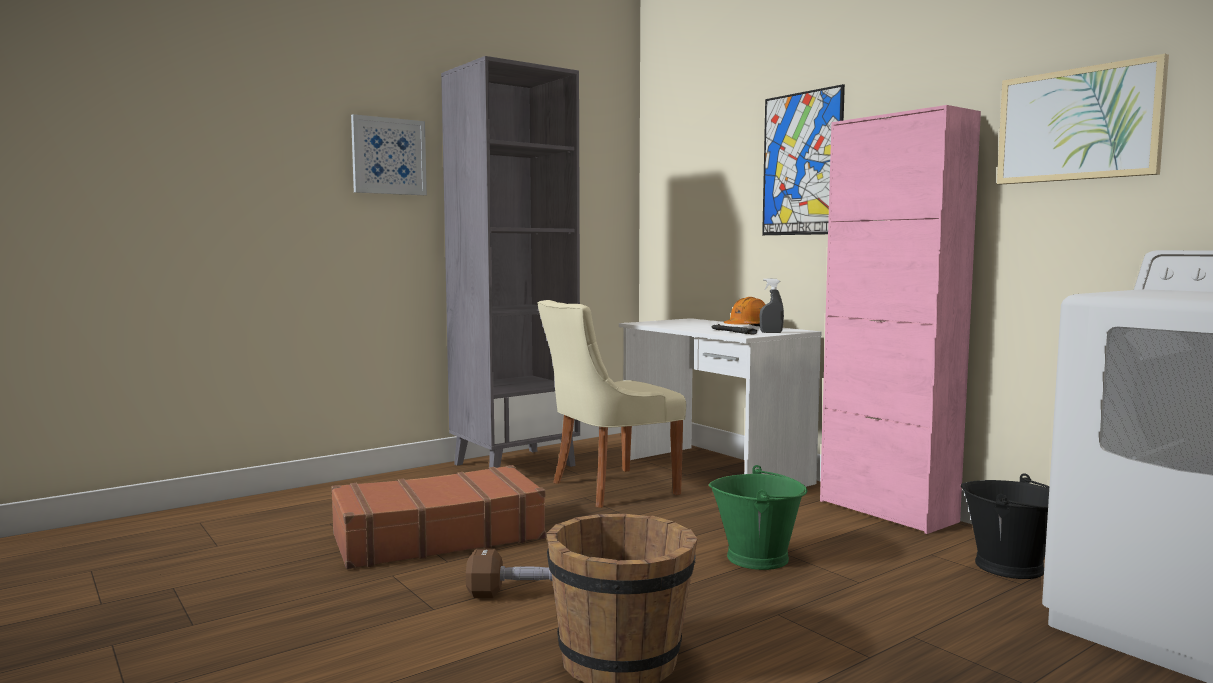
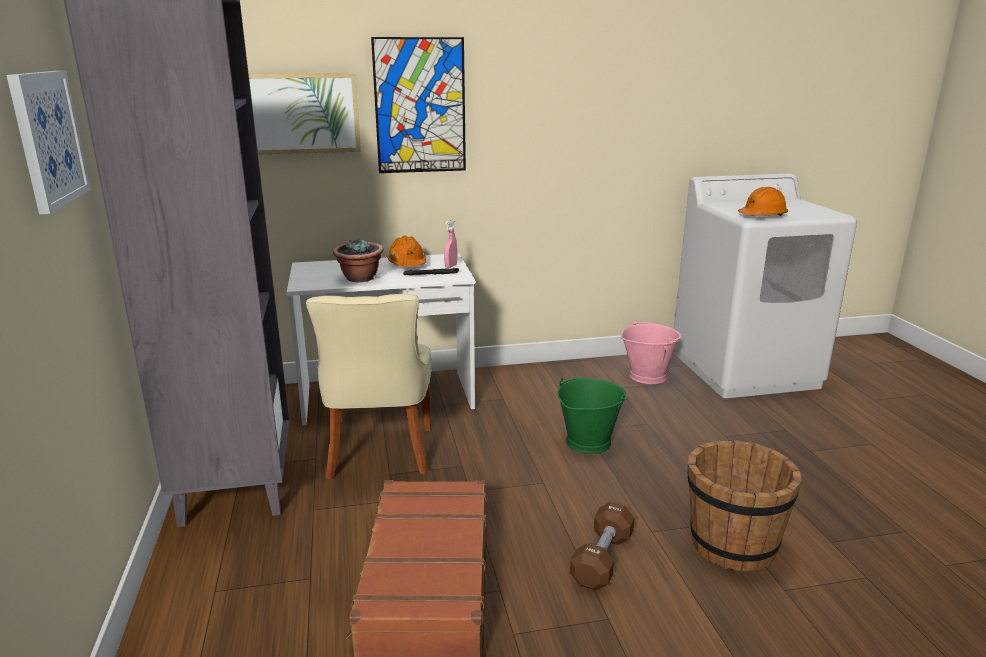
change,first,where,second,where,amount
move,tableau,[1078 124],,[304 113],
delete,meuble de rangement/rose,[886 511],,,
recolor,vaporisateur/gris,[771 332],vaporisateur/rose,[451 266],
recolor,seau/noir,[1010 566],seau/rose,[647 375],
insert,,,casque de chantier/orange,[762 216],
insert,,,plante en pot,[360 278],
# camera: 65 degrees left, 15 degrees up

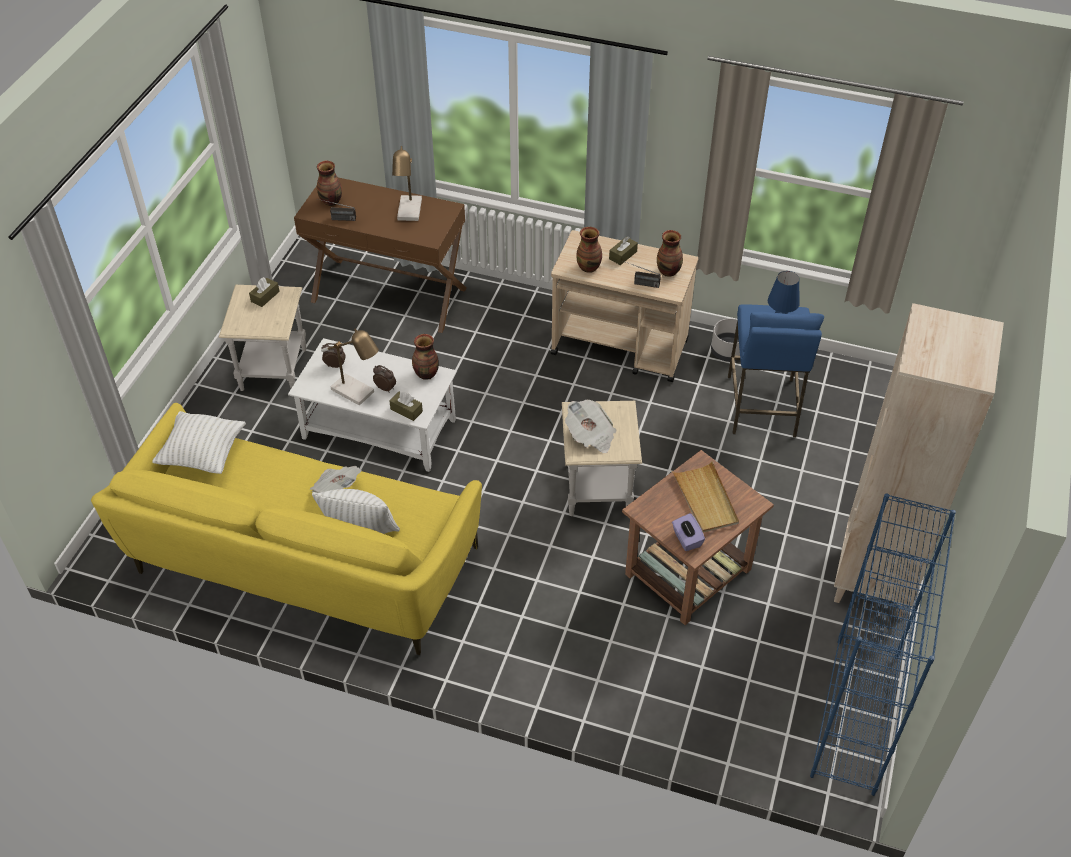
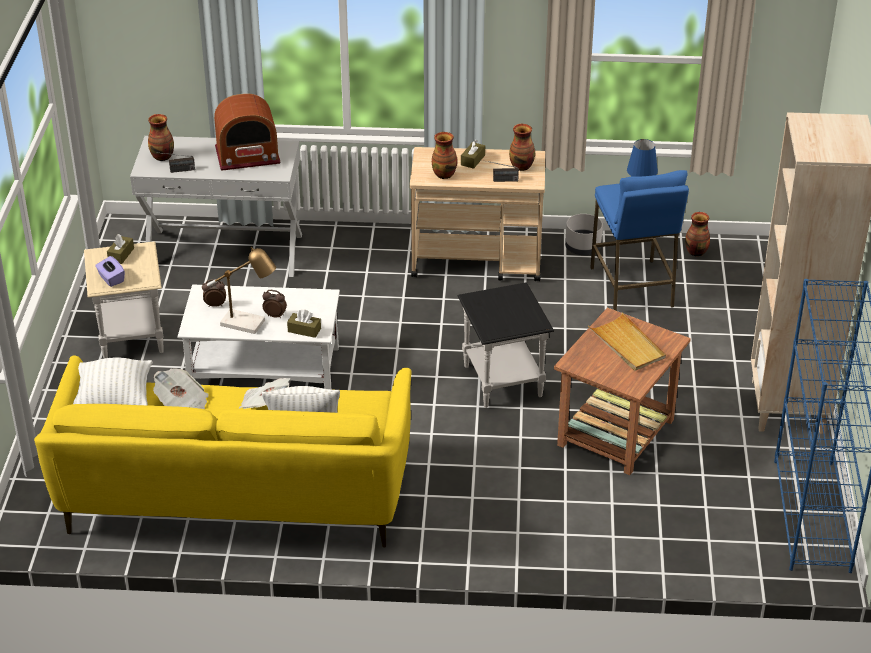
change,first,where,second,where,amount
replace,lampe de table,[410 213],radio,[247 155],
recolor,table console/marron,[389 294],table console/blanc,[225 252],
move,vase,[426 374],,[696 252],
move,journal,[590 436],,[183 404],
recolor,table d'appoint/beige,[598 489],table d'appoint/noir,[503 381],
move,boîte à mouchoirs/violet,[686 539],,[111 279],
# camera: 15 degrees left, 10 degrees down

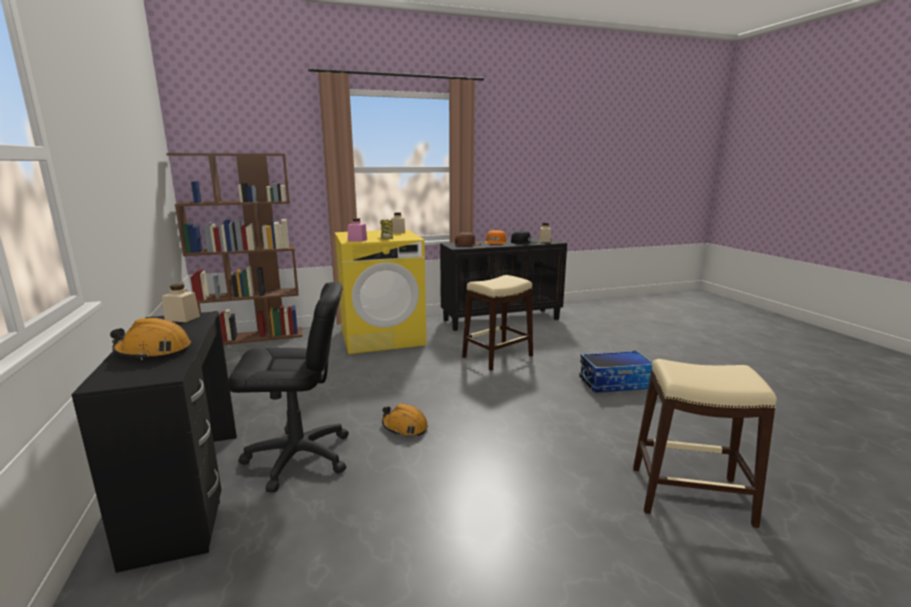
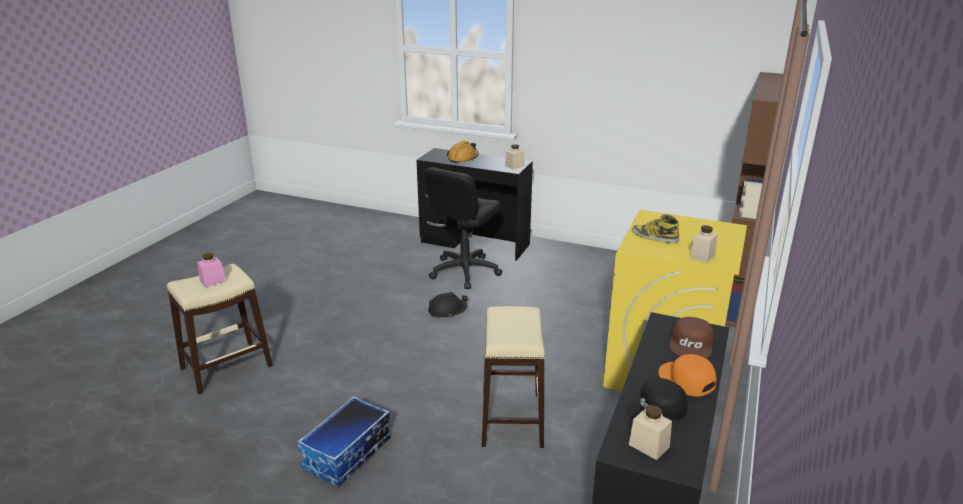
change,first,where,second,where,amount
move,bocal/rose,[357 240],,[212 281],
recolor,casque de chantier/orange,[405 427],casque de chantier/noir,[447 311],
# camera: 130 degrees right, 10 degrees up

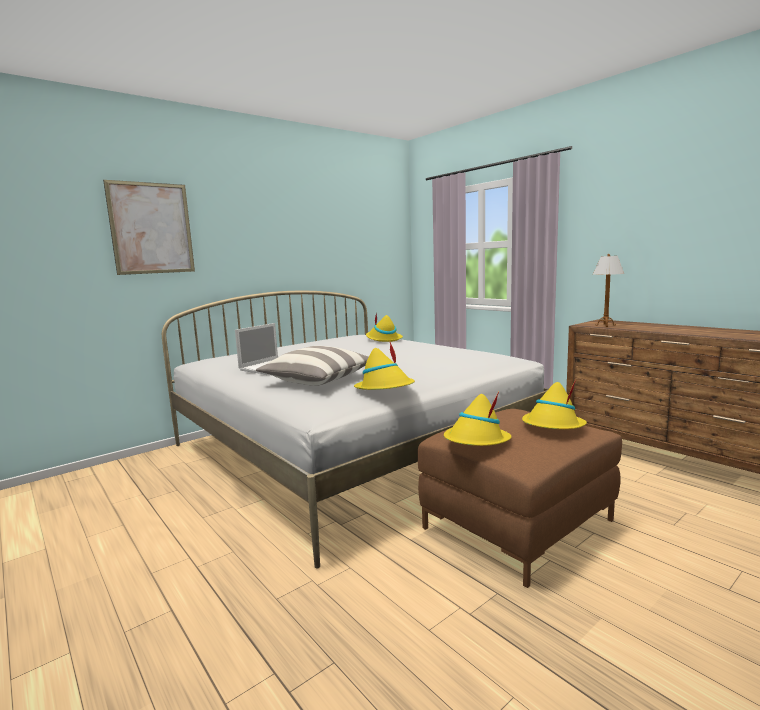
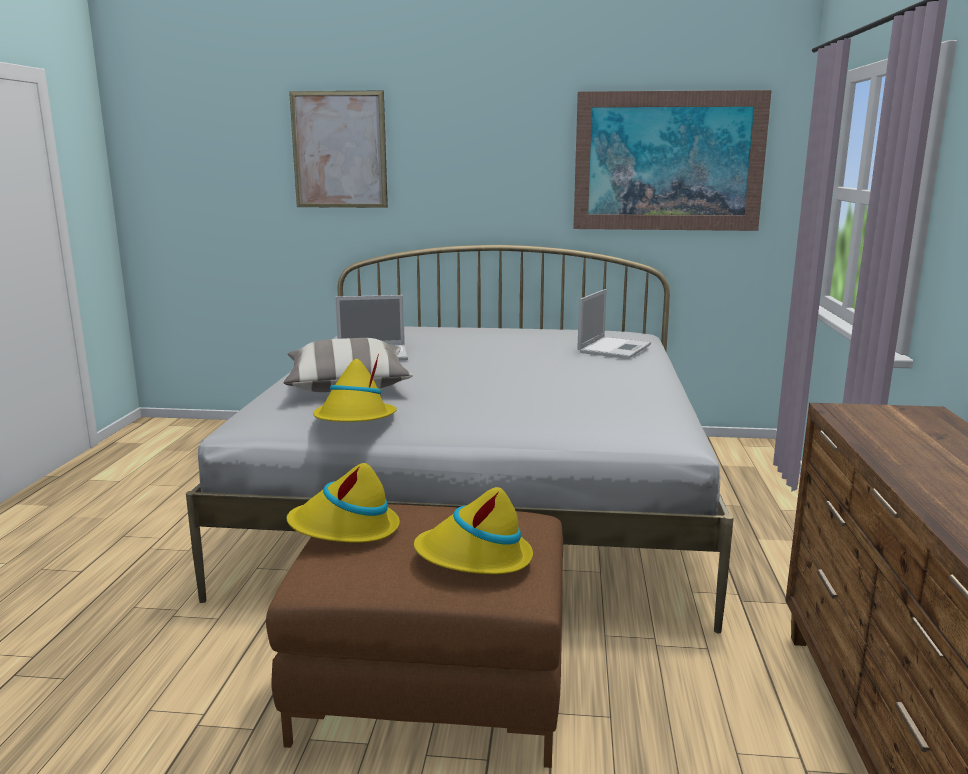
change,first,where,second,where,amount
delete,lampe de table,[605 325],,,
replace,chapeau/jaune,[383 339],ordinateur portable,[614 348],
insert,,,tableau,[668 161],
# camera: 45 degrees right, 5 degrees up

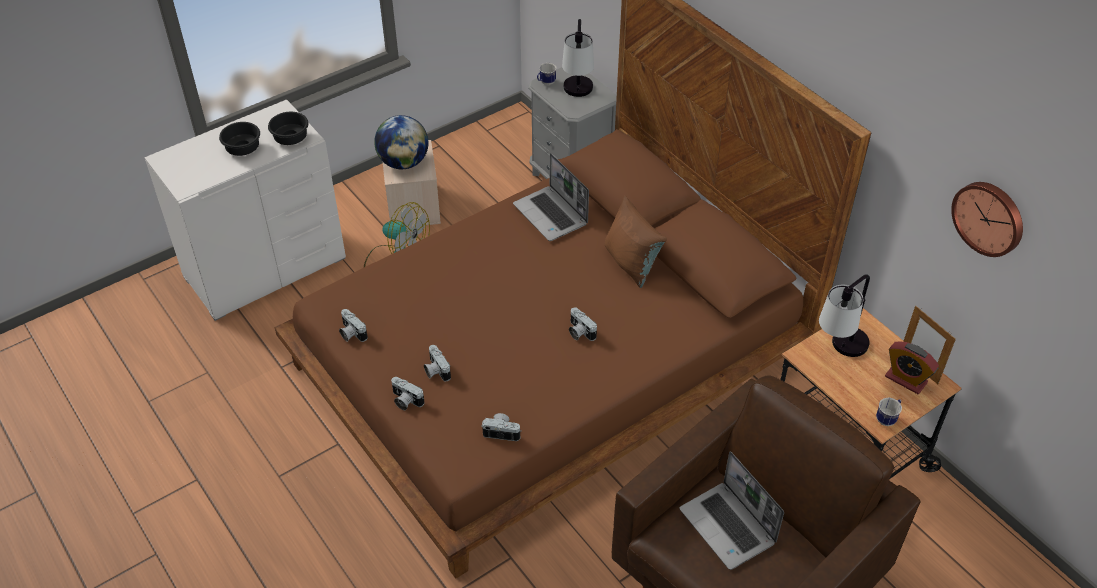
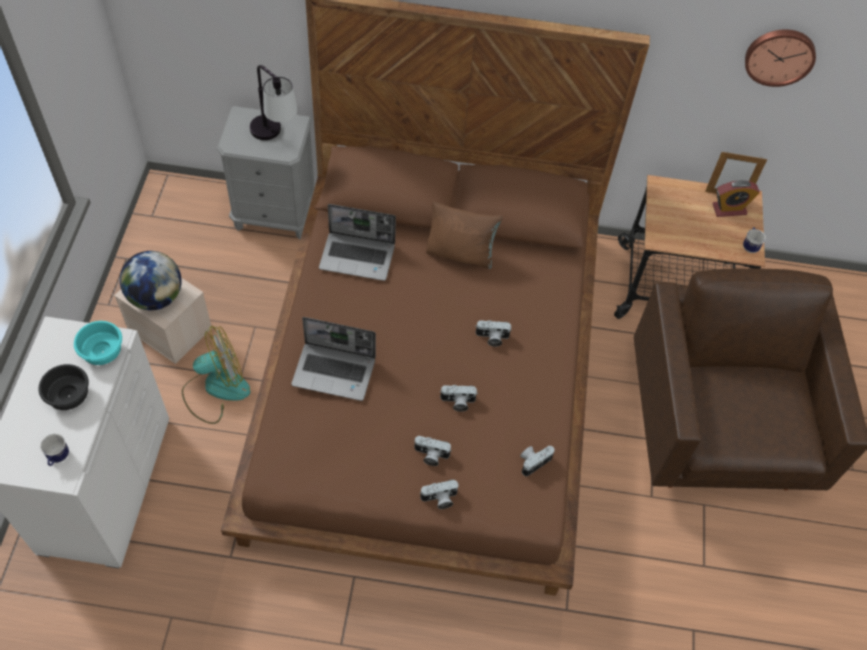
change,first,where,second,where,amount
move,mug,[545 83],,[58 458],
recolor,bol/noir,[292 138],bol/turquoise,[103 350],
delete,lampe de table,[839 353],,,
move,appareil photo,[351 333],,[457 402],
move,ordinateur portable,[729 527],,[335 372],
# camera: 50 degrees left, 10 degrees up

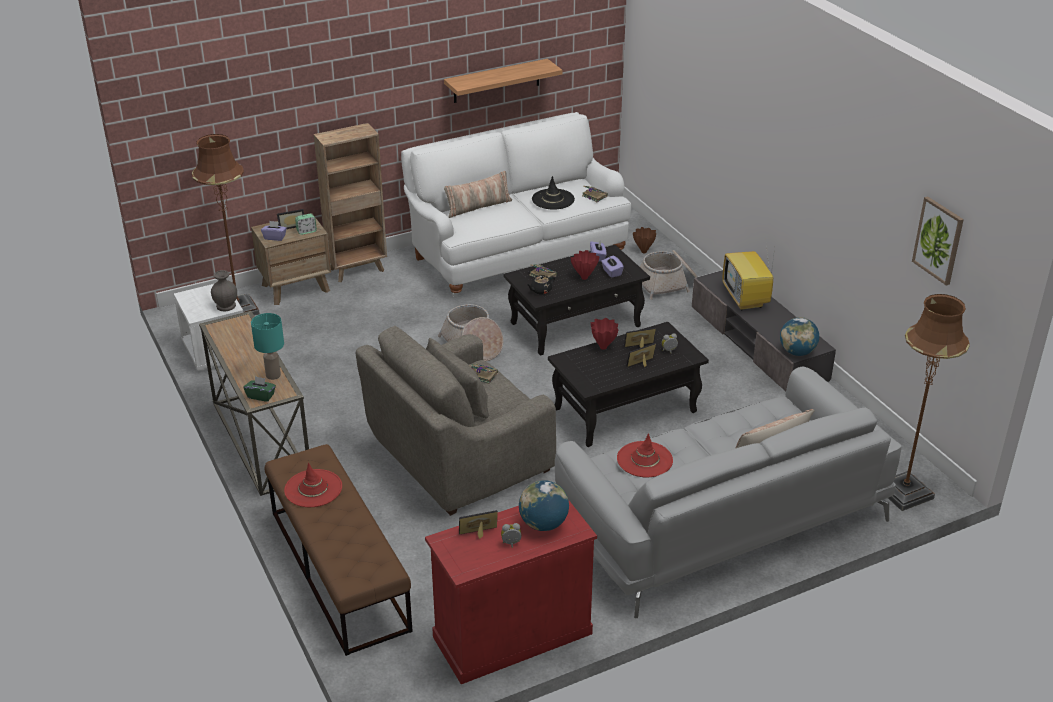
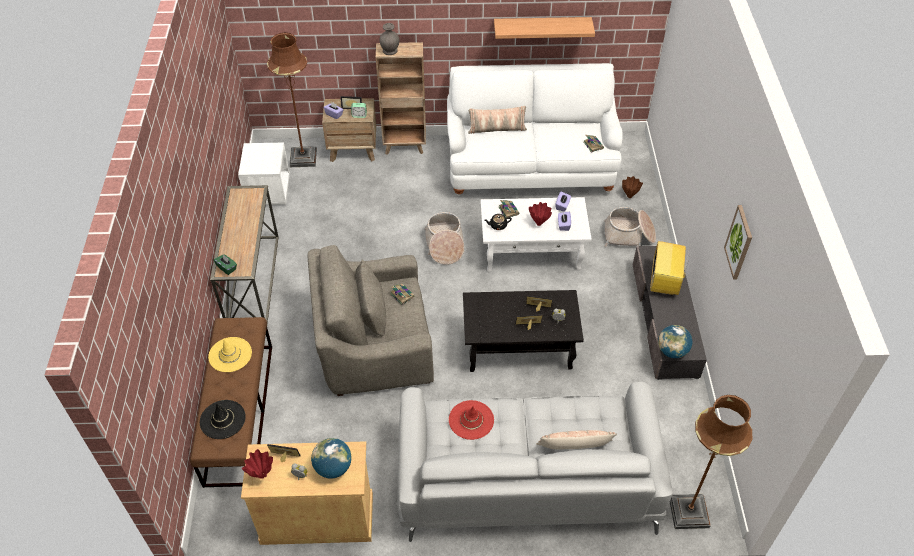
change,first,where,second,where,amount
move,chapeau/noir,[553 199],,[222 419],
move,tableau,[938 240],,[739 242],
recolor,table basse/noir,[576 324],table basse/blanc,[532 251],
move,vase/gris,[225 306],,[389 51],
delete,lampe de table/turquoise,[273 375],,,
move,vase/rouge,[603 347],,[262 475],
recolor,chapeau/rouge,[313 489],chapeau/jaune,[230 355],
recolor,meuble de rangement/rouge,[512 635],meuble de rangement/beige,[317 518],
# camera: 25 degrees right, 15 degrees up

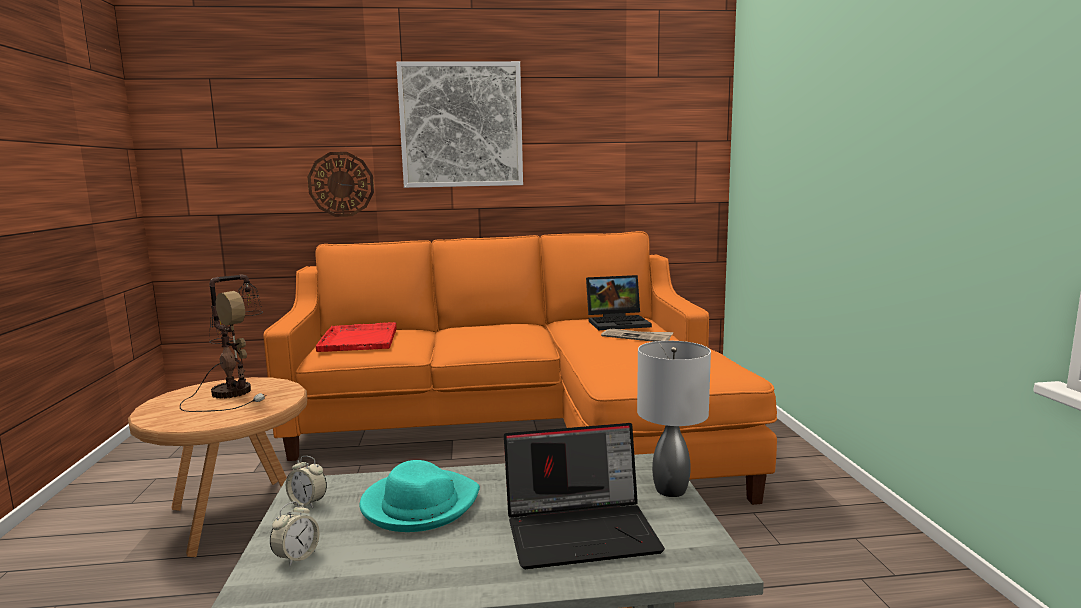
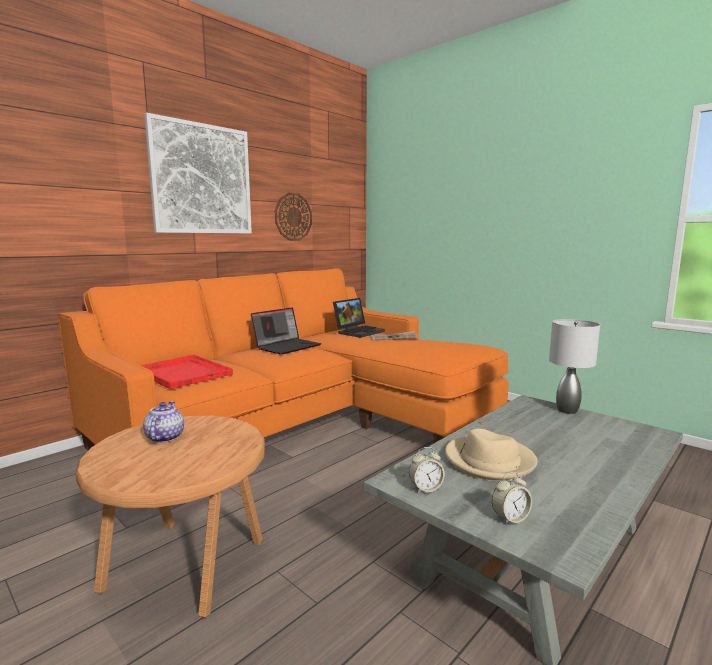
change,first,where,second,where,amount
move,horloge murale,[341 184],,[293 217],
replace,lampe de table,[232 391],théière,[164 437],
move,ordinateur portable,[582 530],,[287 346],
recolor,chapeau/turquoise,[419 504],chapeau/beige,[489 461],
rotate,réveil,[296 557],,[510 518],75 degrees clockwise
# camera: 40 degrees left, 0 degrees up

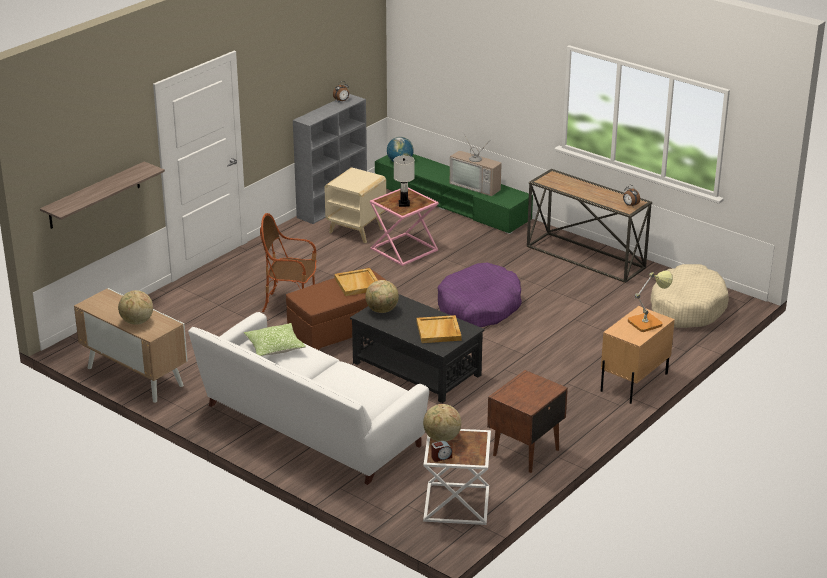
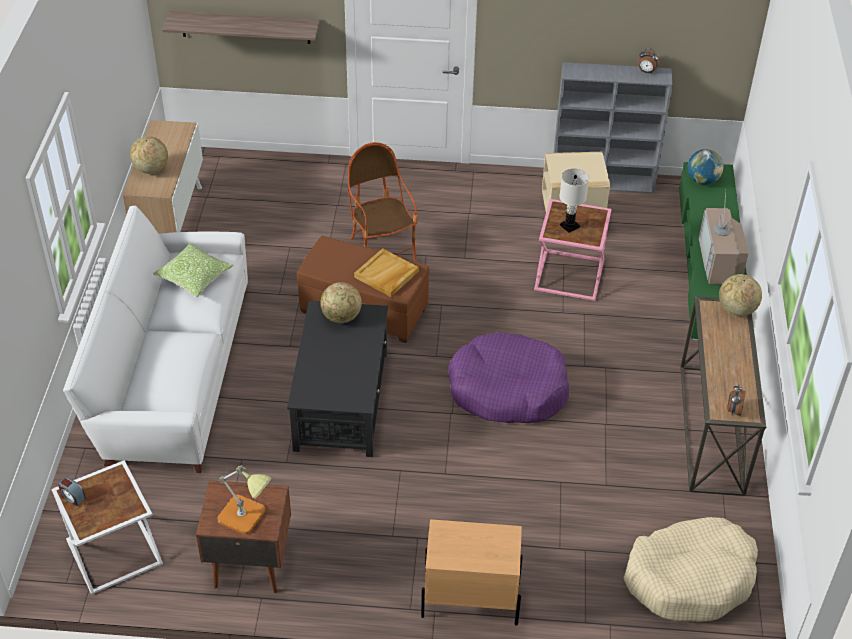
change,first,where,second,where,amount
move,lampe de table,[648 322],,[247 517],
delete,plateau/beige,[439 331],,,
move,globe,[441 438],,[736 310],
# camera: 55 degrees right, 15 degrees up

